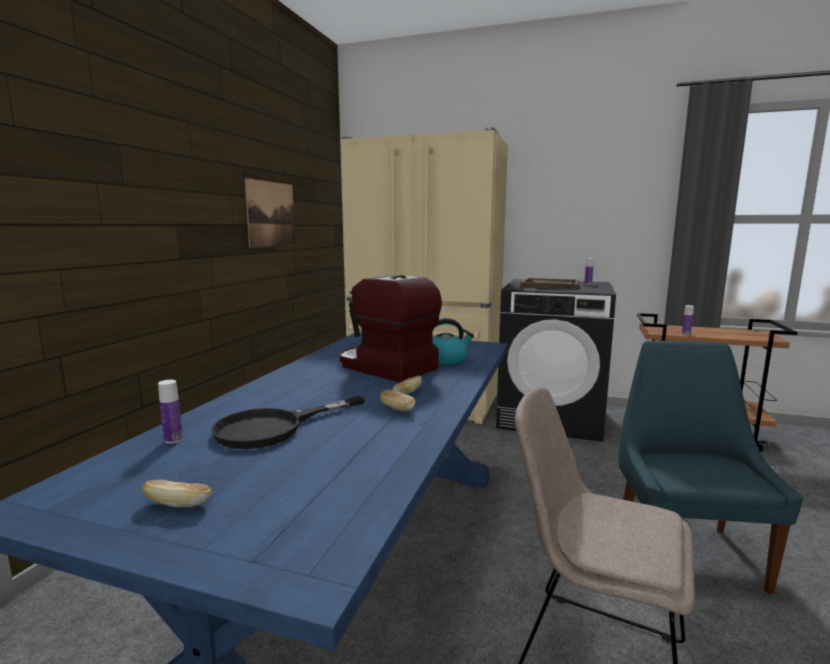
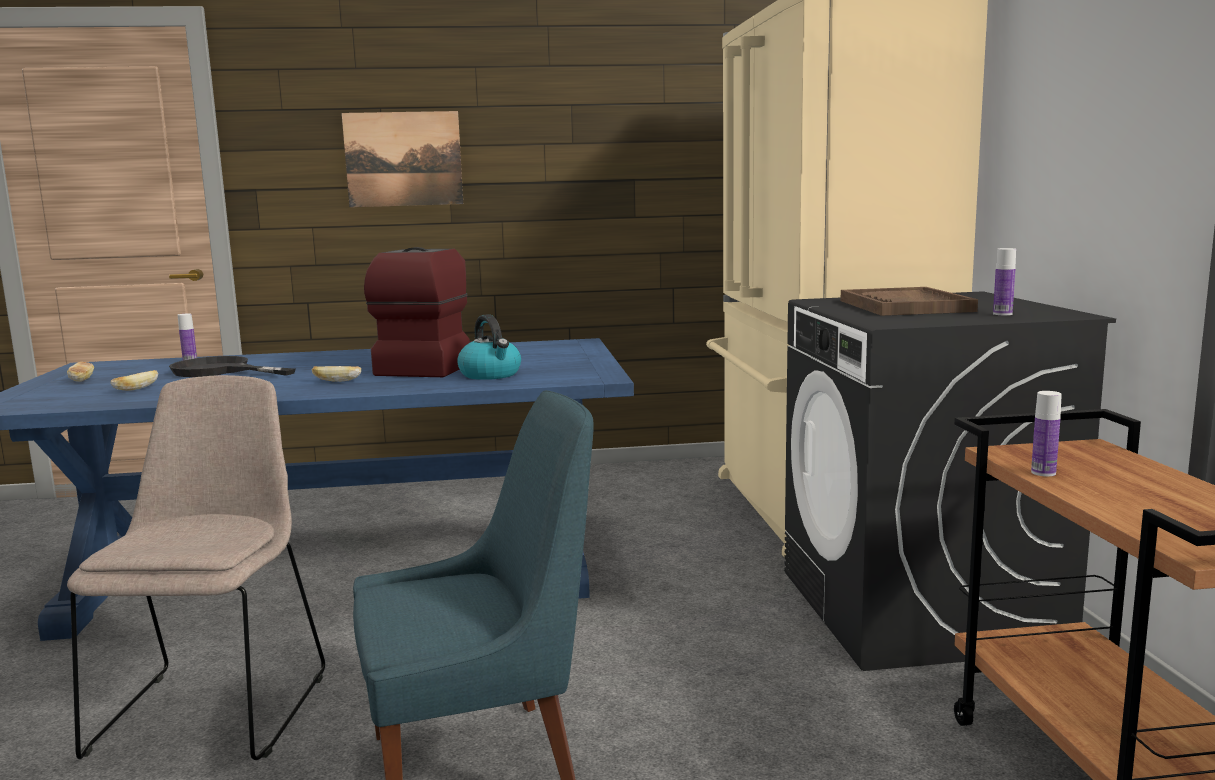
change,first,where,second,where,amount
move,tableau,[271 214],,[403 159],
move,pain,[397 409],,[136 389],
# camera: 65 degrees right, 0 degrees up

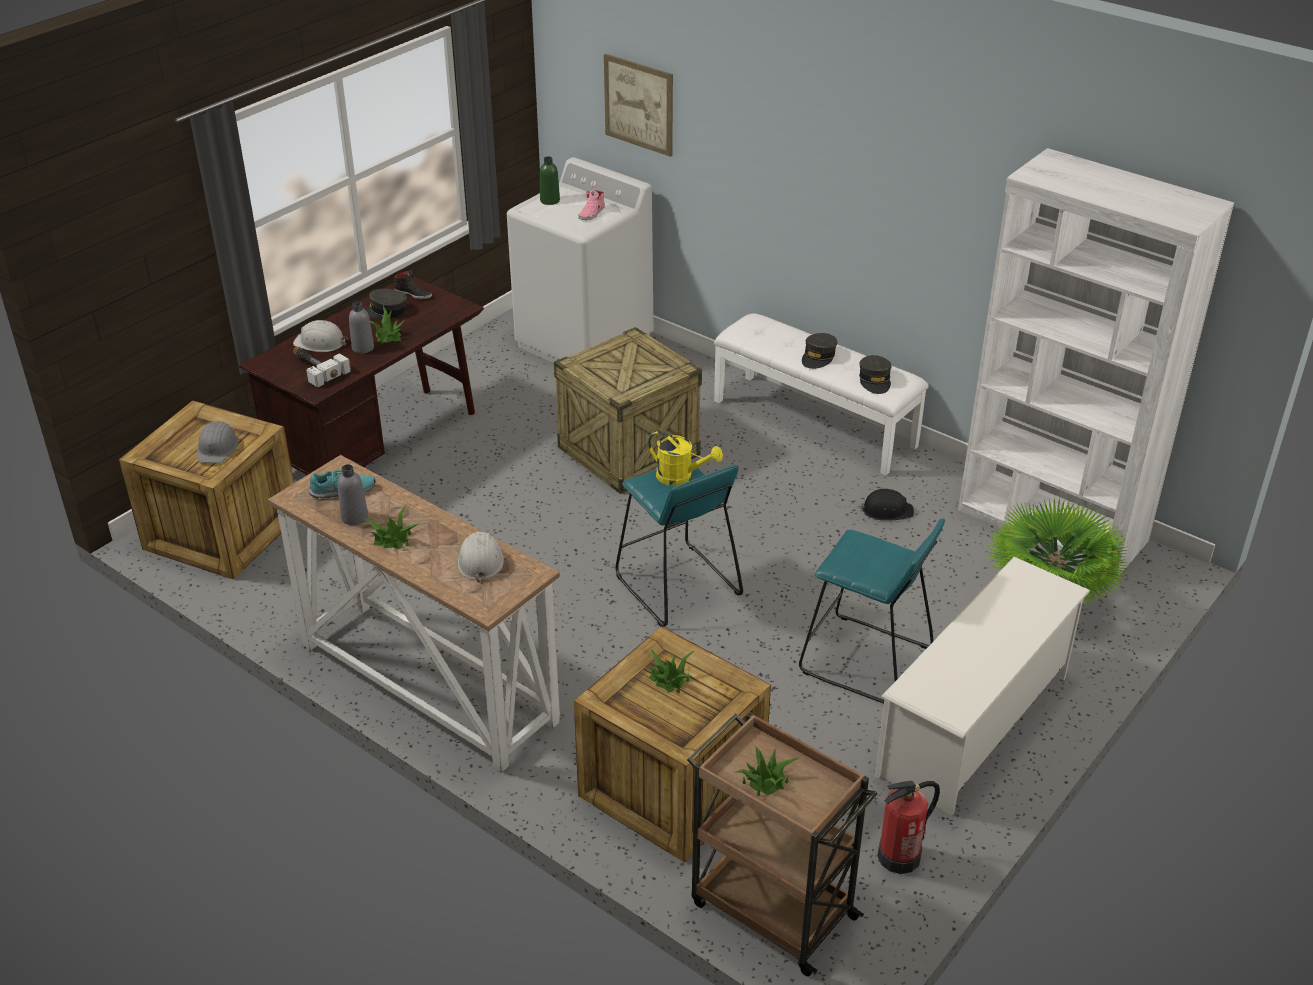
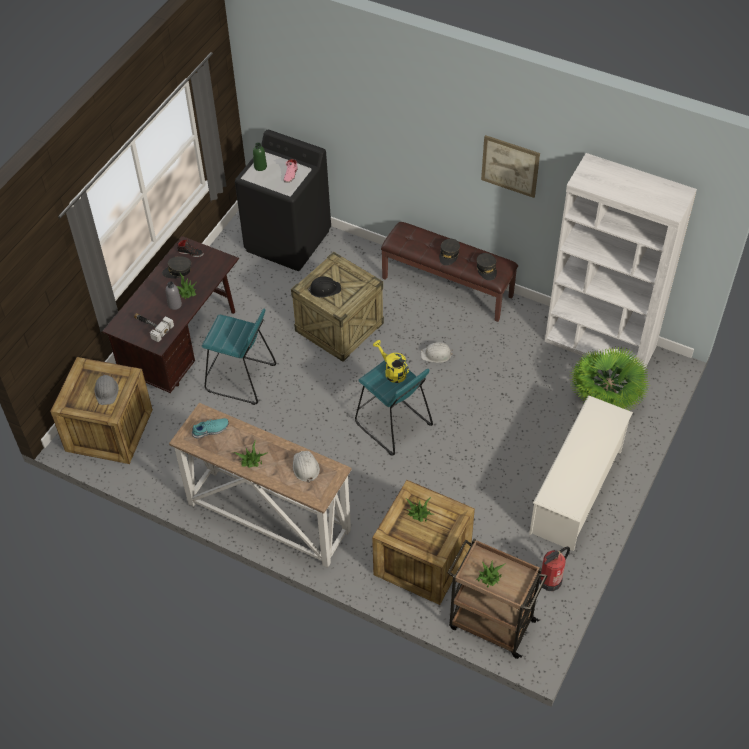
change,first,where,second,where,amount
move,tableau,[639 104],,[510 166],
recolor,lave-linge/blanc,[584 342],lave-linge/noir,[288 241],
recolor,banc/blanc,[815 423],banc/marron,[448 286],
move,casque de chantier/blanc,[320 343],,[436 354],
rotate,arrosoir/jaune,[681 477],,[392 372],150 degrees counterclockwise
delete,bouteille/gris,[354 517],,,
move,casque de chantier/noir,[886 510],,[324 289],
move,tabouret/turquoise,[865 661],,[241 378],
# camera: 10 degrees left, 15 degrees up

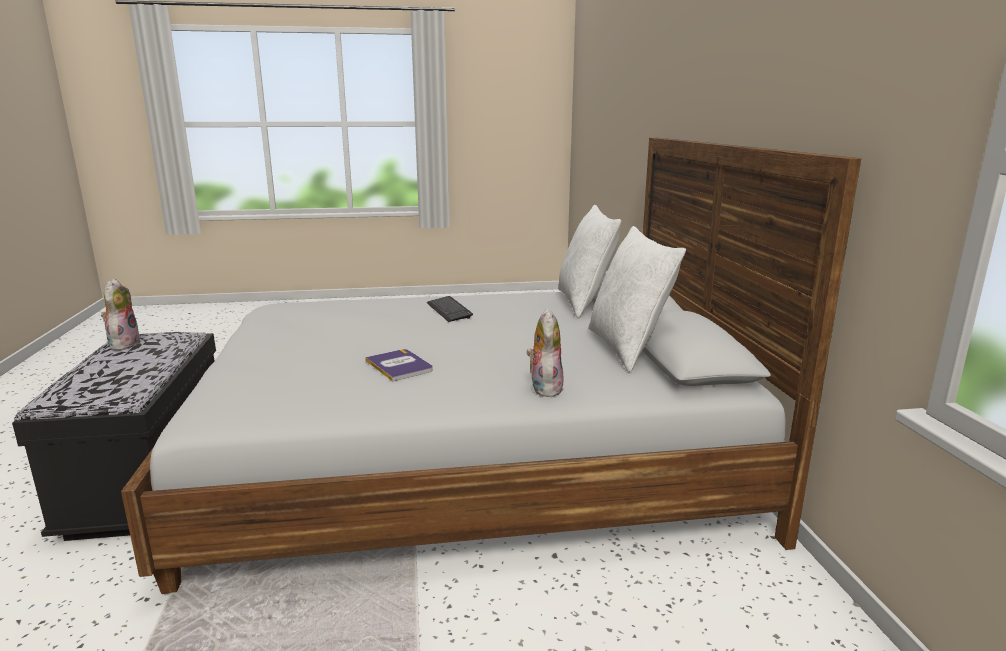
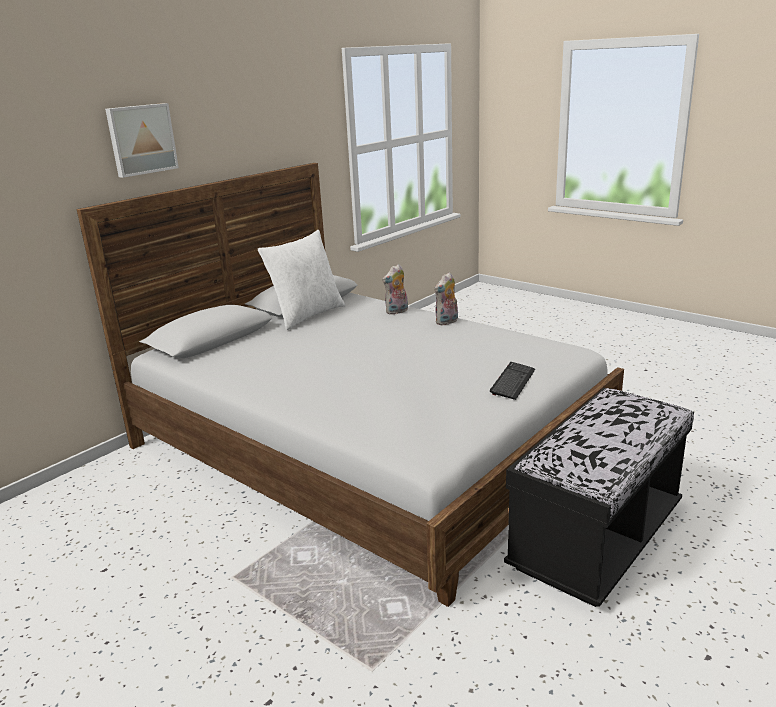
change,first,where,second,where,amount
delete,coussin/blanc,[585 303],,,
move,peluche,[123 344],,[447 322],
move,clavier,[449 310],,[513 382],
delete,livre,[399 366],,,
insert,,,tableau,[141 139],
# camera: 130 degrees left, 5 degrees up

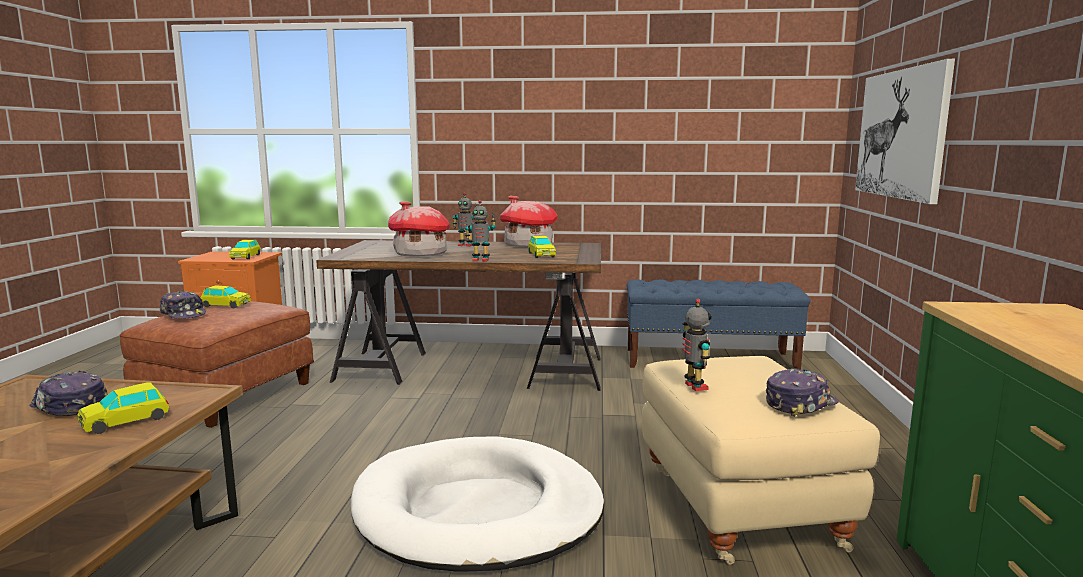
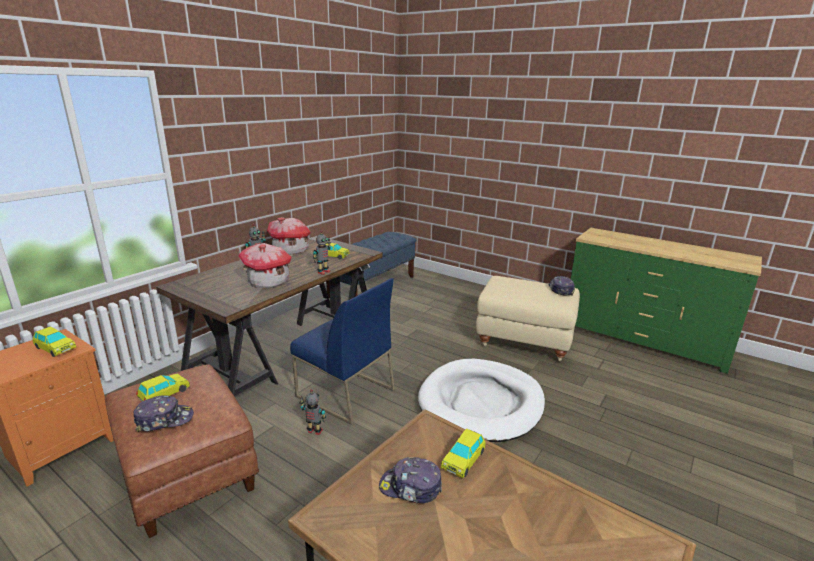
change,first,where,second,where,amount
delete,tableau,[901 134],,,
move,robot jouet,[694 387],,[314 432],
rotate,casquette,[69 407],,[410 487],45 degrees clockwise
rotate,petite voiture,[125 421],,[463 460],45 degrees clockwise
insert,,,chaise/bleu,[344 393],
# camera: 60 degrees left, 10 degrees up

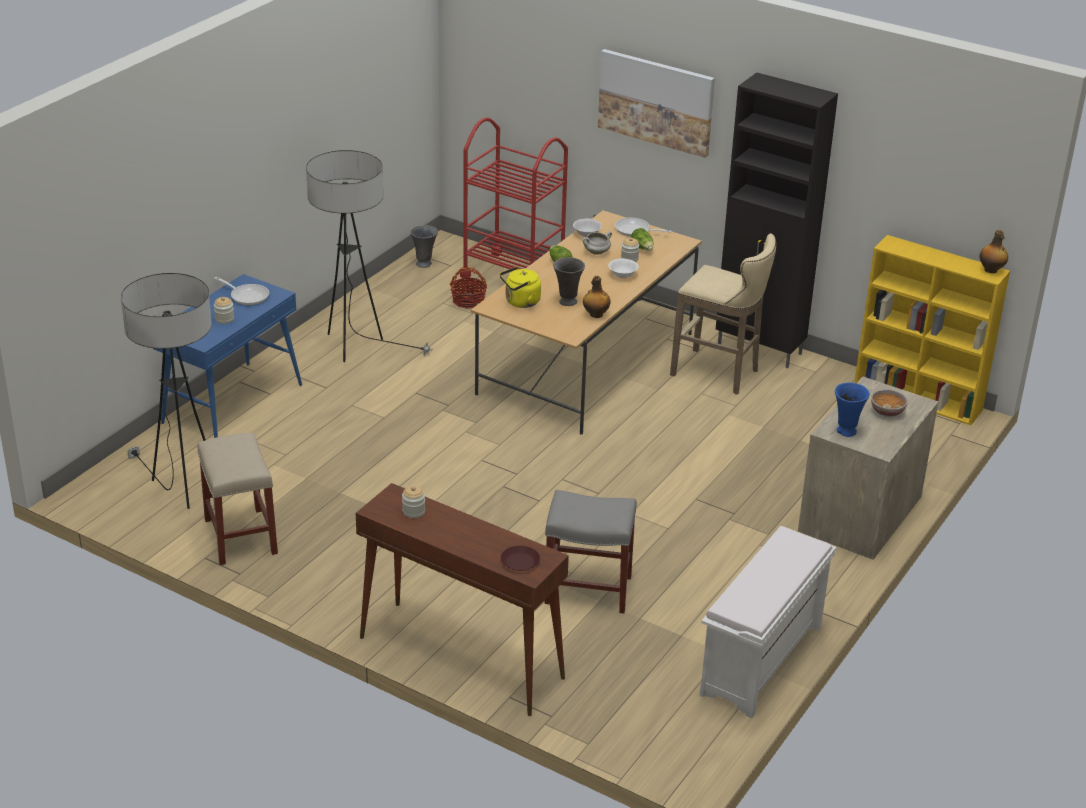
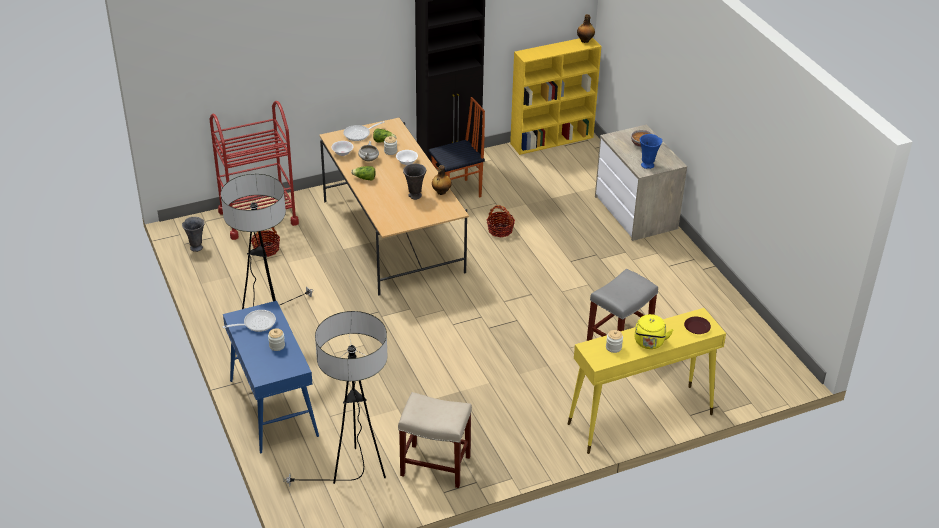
change,first,where,second,where,amount
delete,tableau,[656 102],,,
replace,tabouret/beige,[719 373],chaise,[457 193],
move,bouilloire/jaune,[520 302],,[649 343],
recolor,table console/marron,[460 657],table console/jaune,[639 419],
delete,banc/blanc,[761 662],,,
insert,,,panier,[500 230],
# camera: 55 degrees left, 5 degrees up

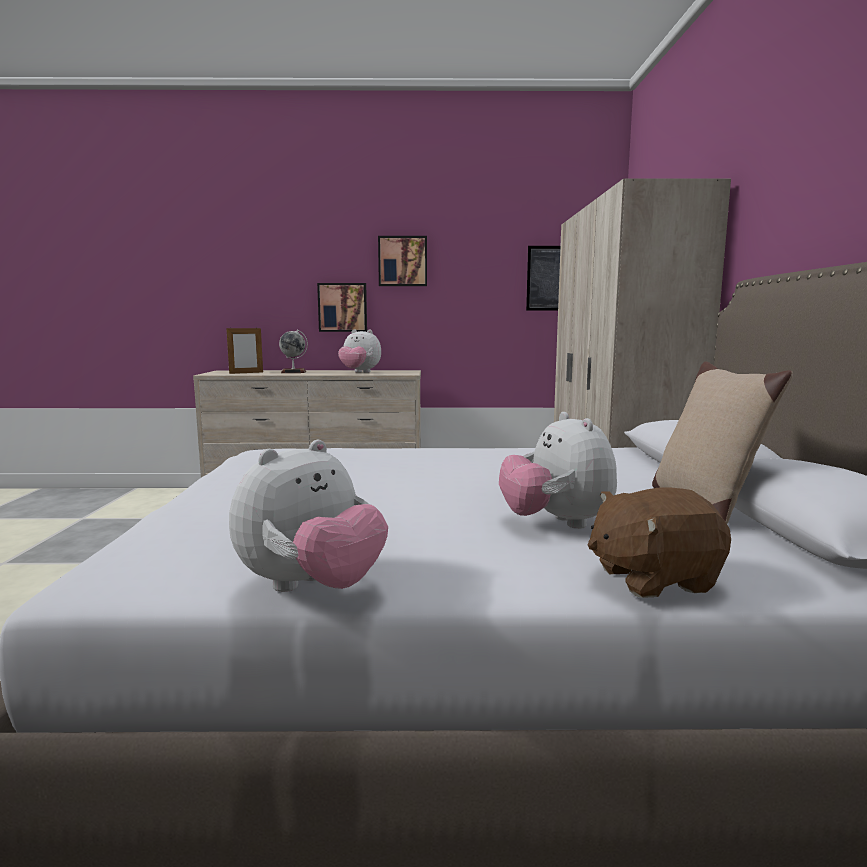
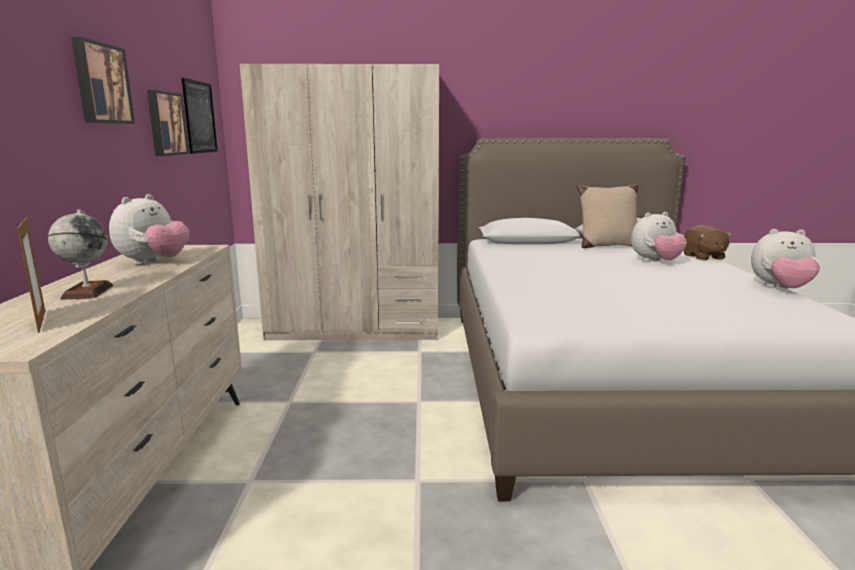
change,first,where,second,where,amount
move,tableau,[342 307],,[165 124],
rotate,peluche,[311 587],,[780 289],150 degrees clockwise
# camera: 90 degrees left, 5 degrees up

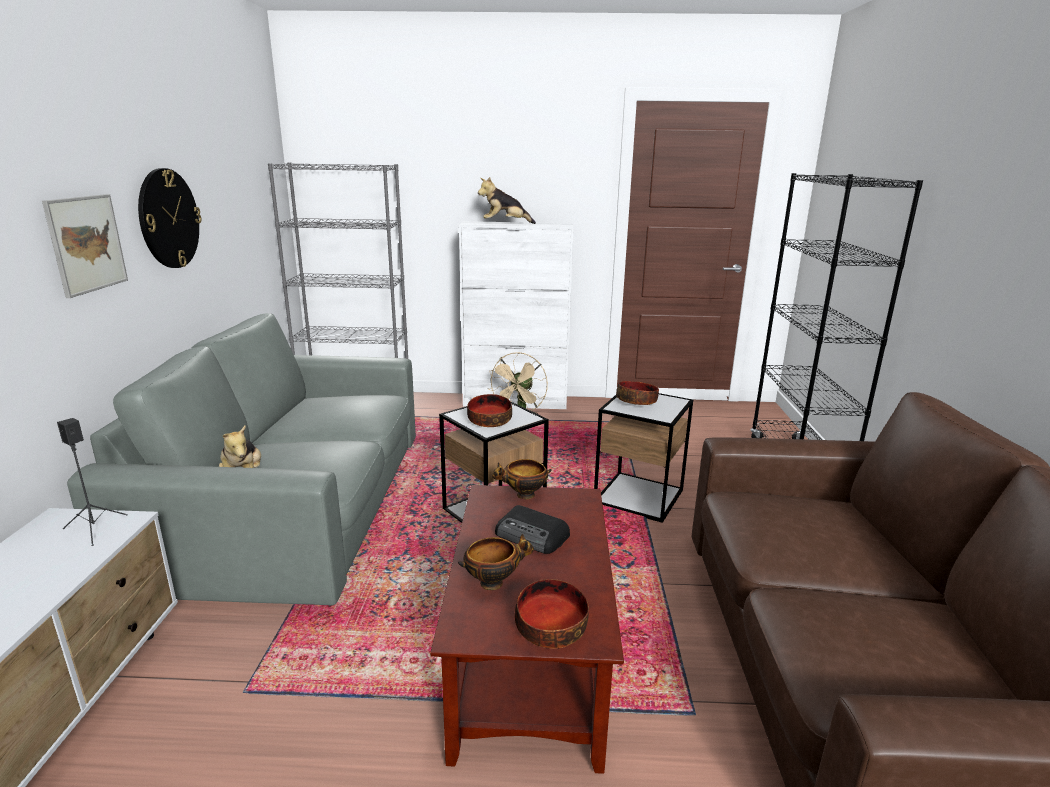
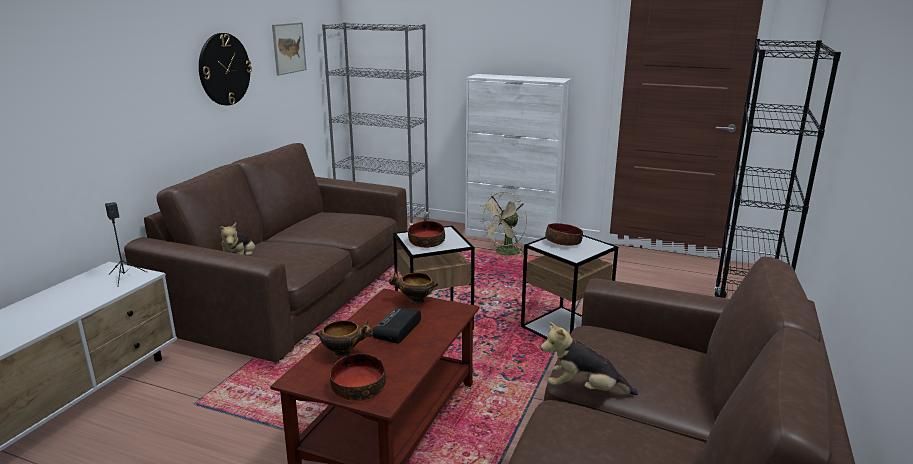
change,first,where,second,where,amount
move,peluche,[505 224],,[584 390],
move,tableau,[86 244],,[289 48],
recolor,canapé/gris,[295 505],canapé/marron,[293 292],
rotate,radio,[532 536],,[397 329],60 degrees clockwise
# camera: 20 degrees right, 0 degrees up

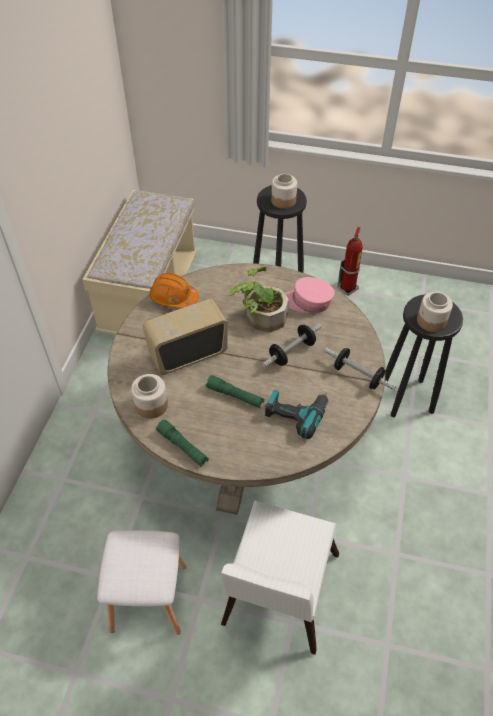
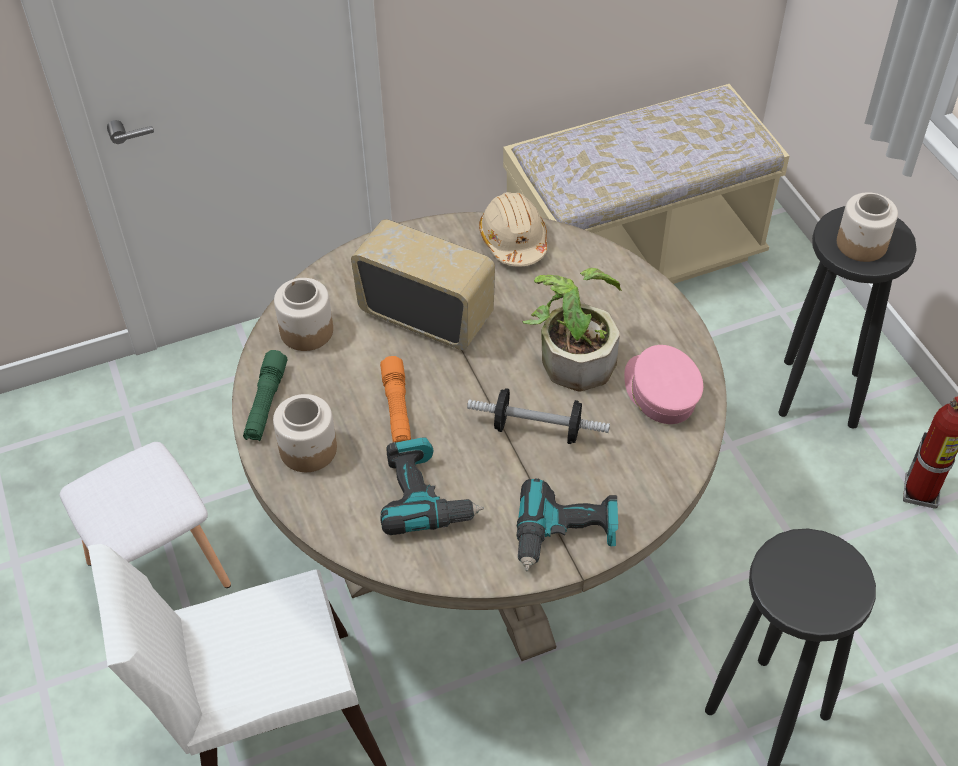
change,first,where,second,where,amount
recolor,casque de chantier/orange,[173 298],casque de chantier/beige,[513 240],
move,bocal,[431 321],,[307 449],
replace,haltère,[357 376],perceuse,[565 536],
recolor,lampe de poche/vert,[235 396],lampe de poche/orange,[397 409],
# camera: 55 degrees right, 0 degrees up

